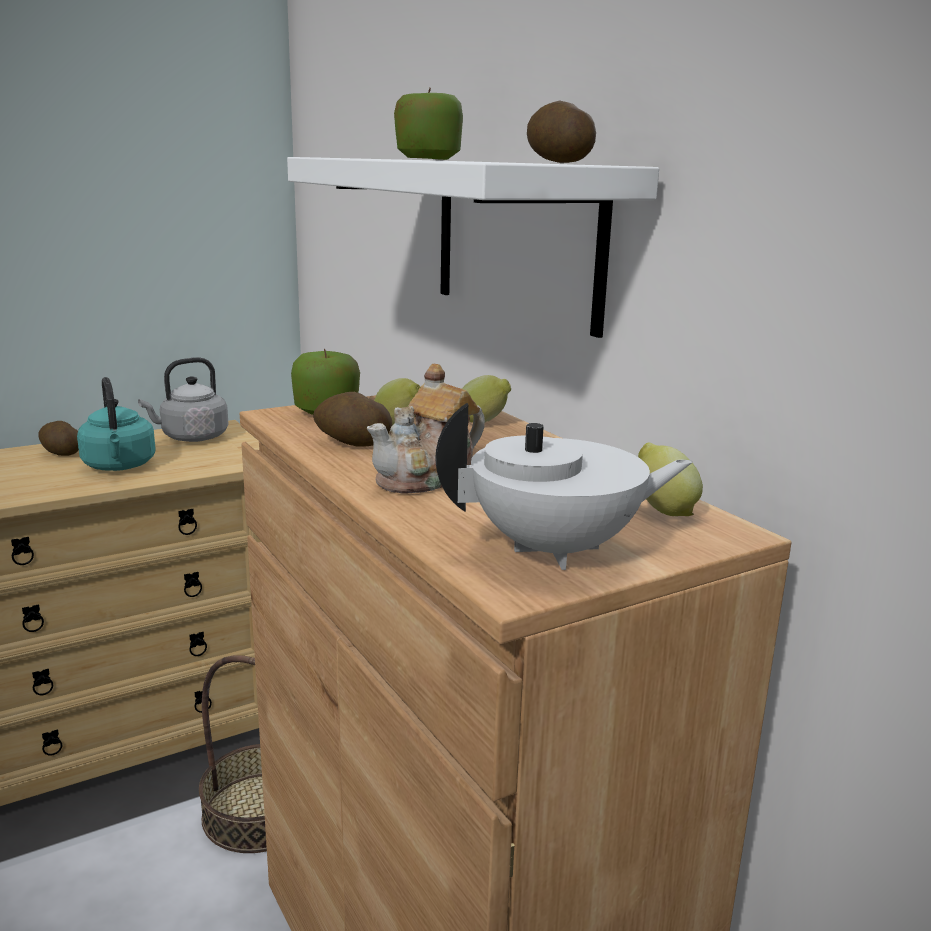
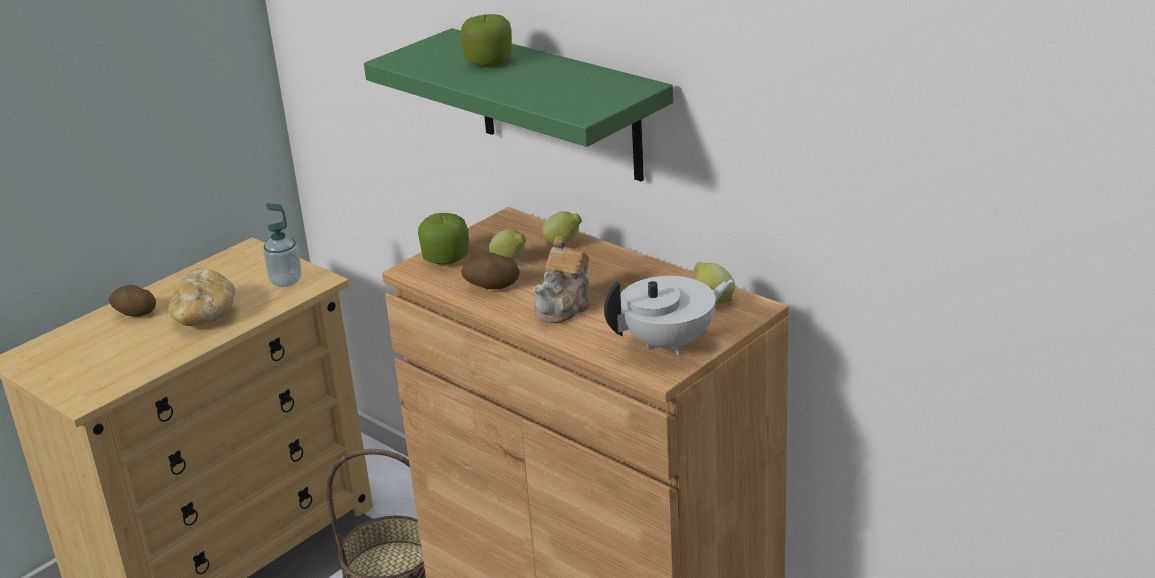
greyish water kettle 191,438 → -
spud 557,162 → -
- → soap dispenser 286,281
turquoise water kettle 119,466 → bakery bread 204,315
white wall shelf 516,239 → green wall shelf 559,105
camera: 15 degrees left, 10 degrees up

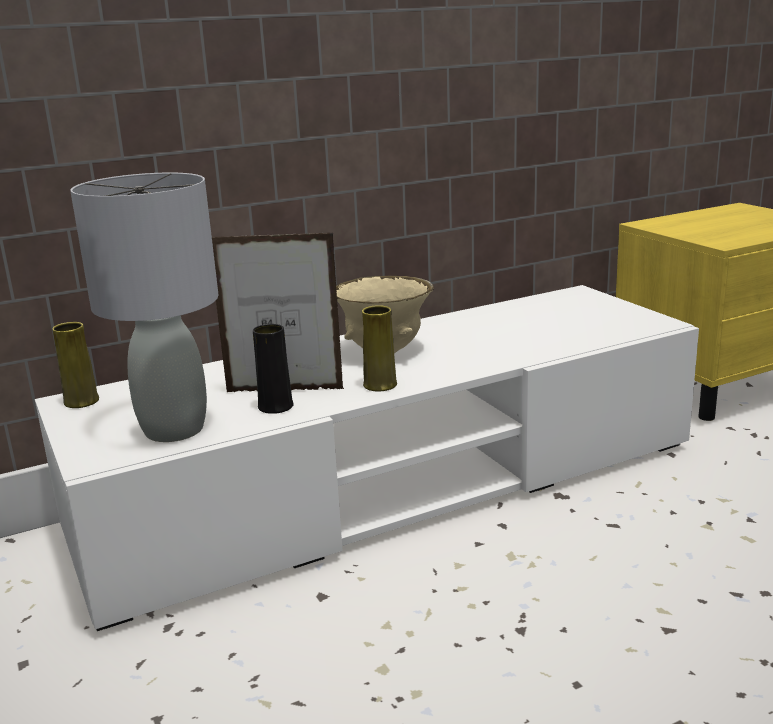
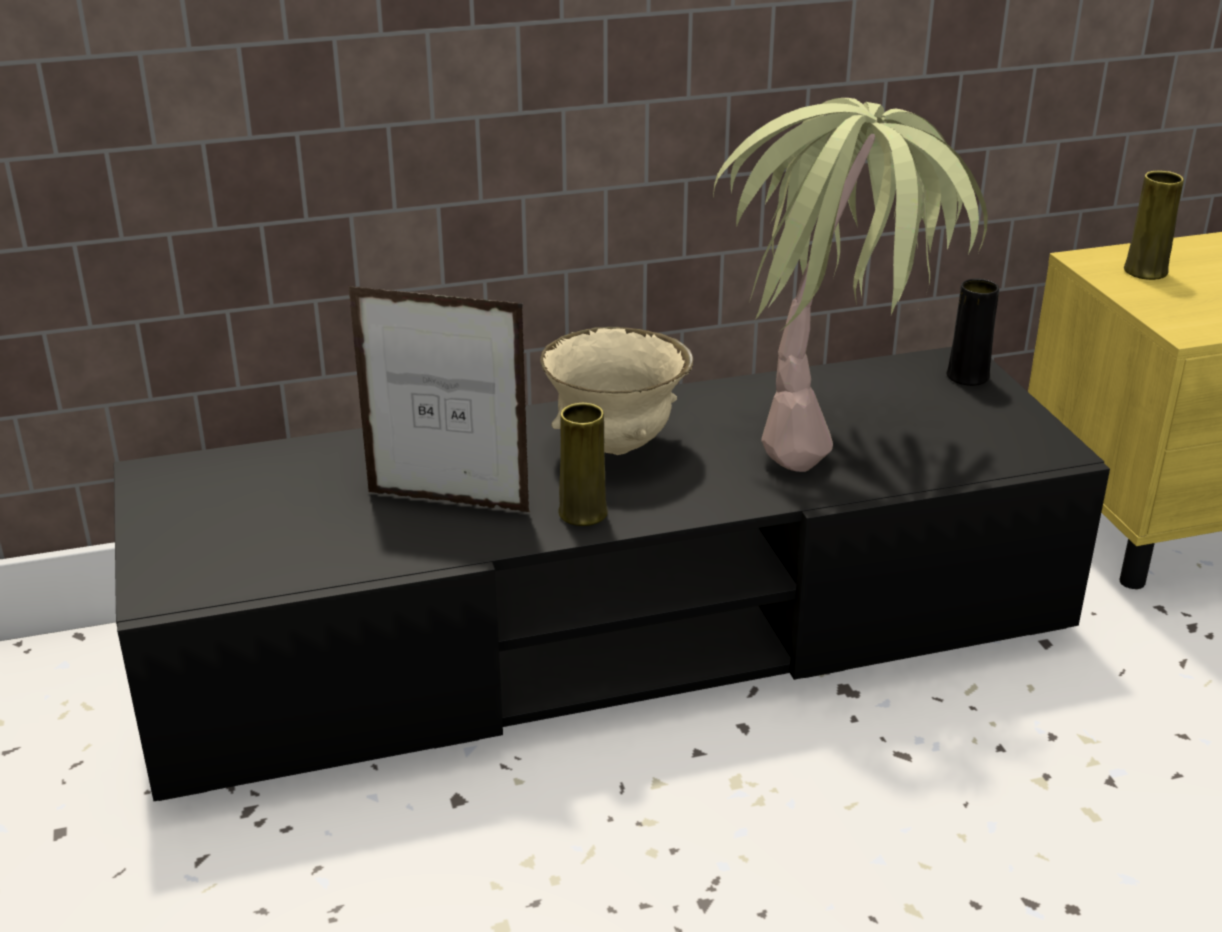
greyish table lamp 175,429 → -
- → plant in a pot 834,429
yellowish flower vase 81,401 → yellowish flower vase 1145,271, relocated
black flower vase 275,406 → black flower vase 967,376, relocated
white tv stand 392,486 → black tv stand 611,633
camera: 10 degrees right, 10 degrees up

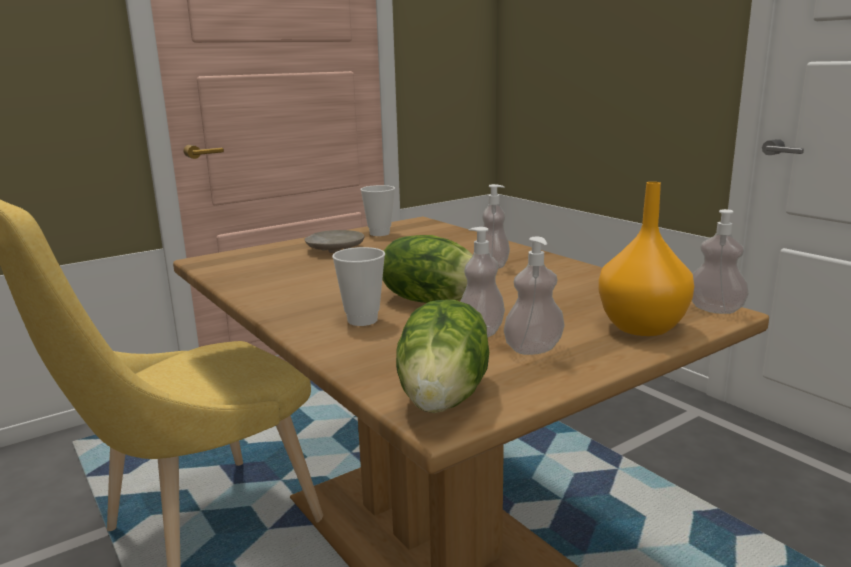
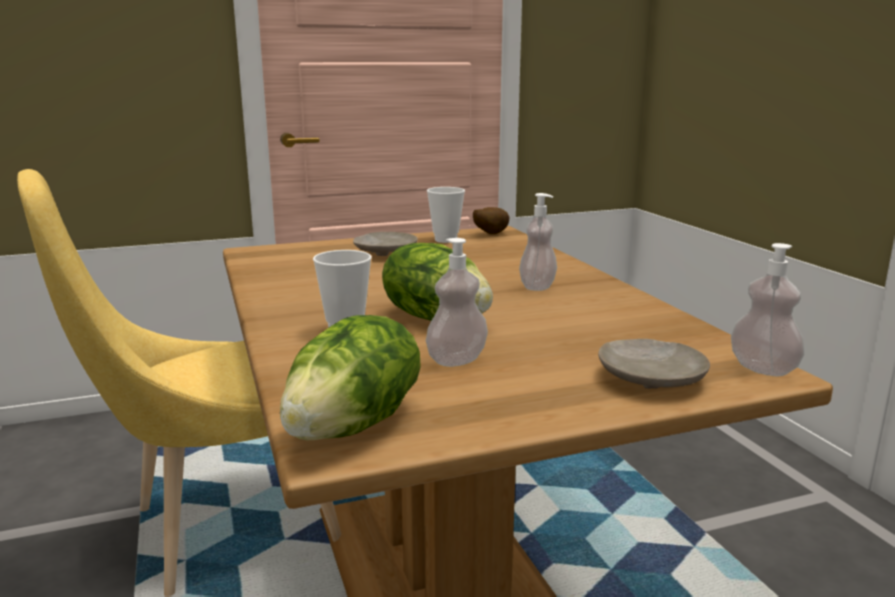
soap dispenser 533,349 → -
- → spud 489,234
orange-coloured flower vase 643,327 → sand-coloured flat dish 651,378
camera: 15 degrees right, 0 degrees up

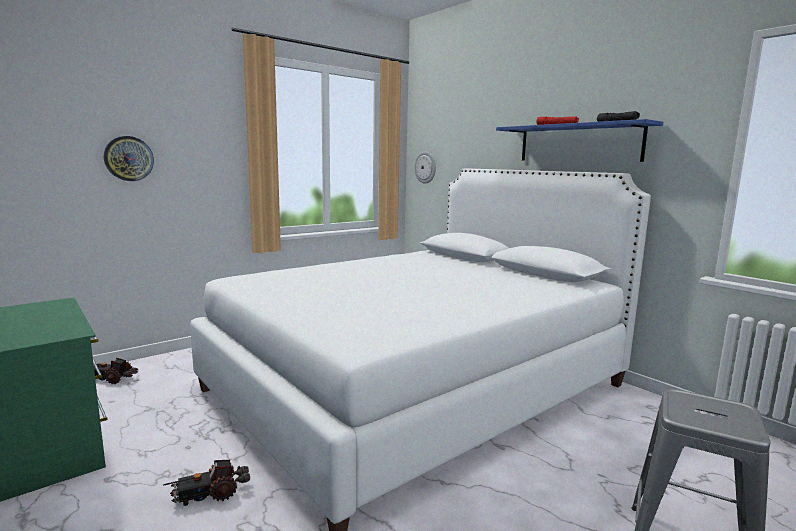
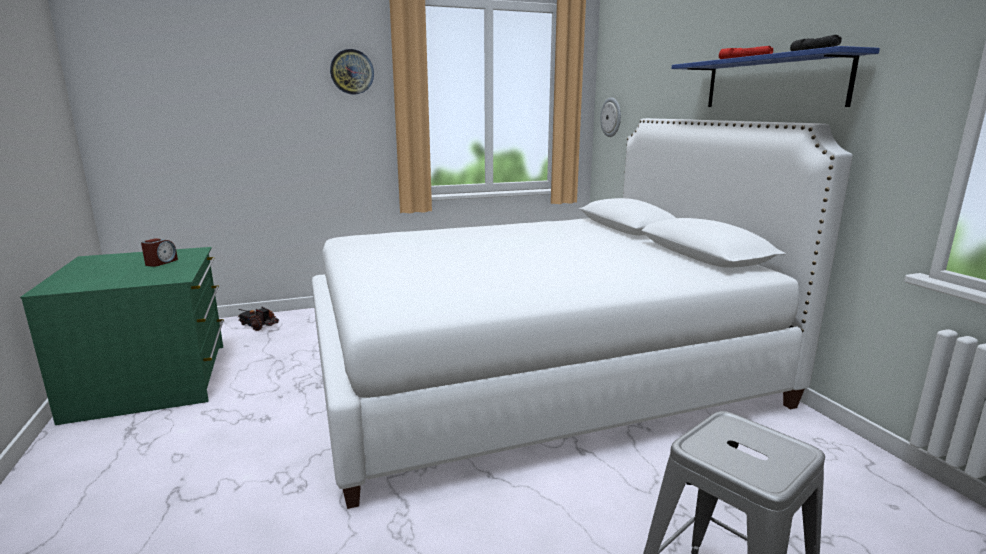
toy truck 210,494 → -
- → table clock 161,262
hanging clock 129,158 → hanging clock 352,72, relocated
camera: 20 degrees right, 5 degrees up

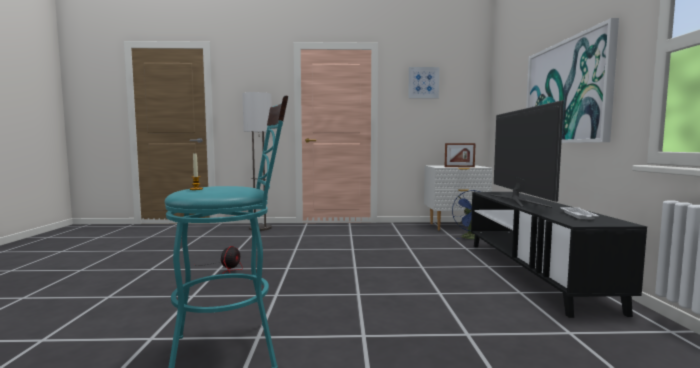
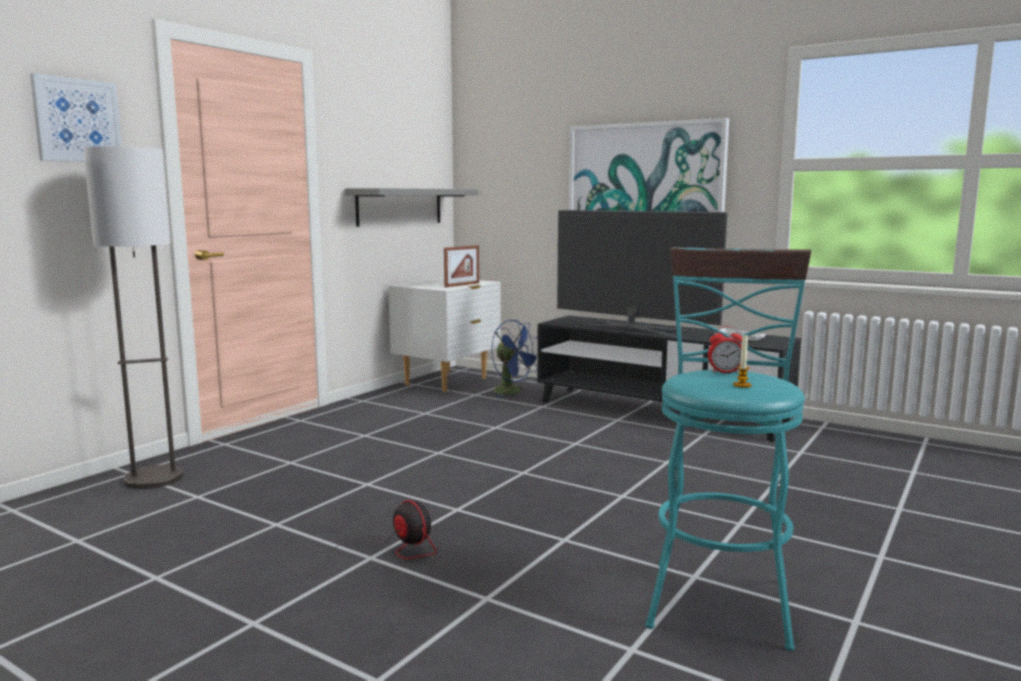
- → greyish wall shelf 400,206
- → table clock 725,372
picture 423,82 → picture 77,120, relocated
camera: 55 degrees left, 5 degrees up

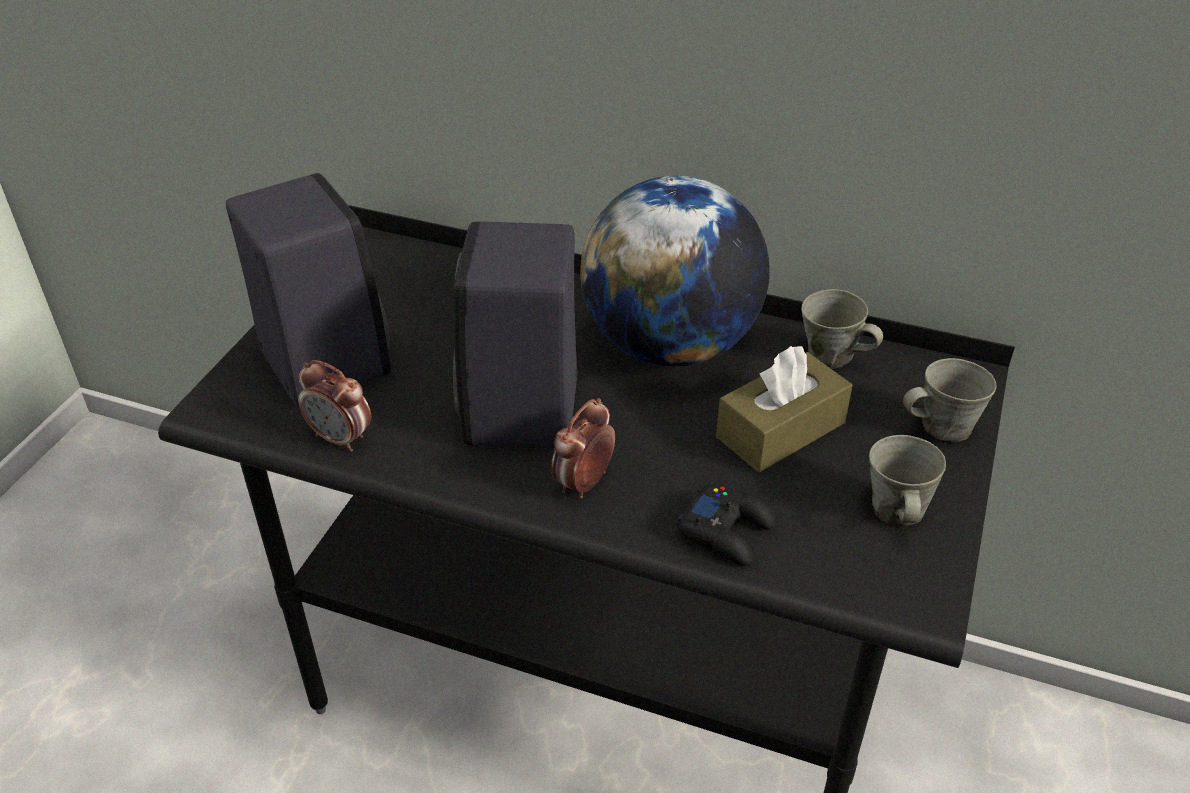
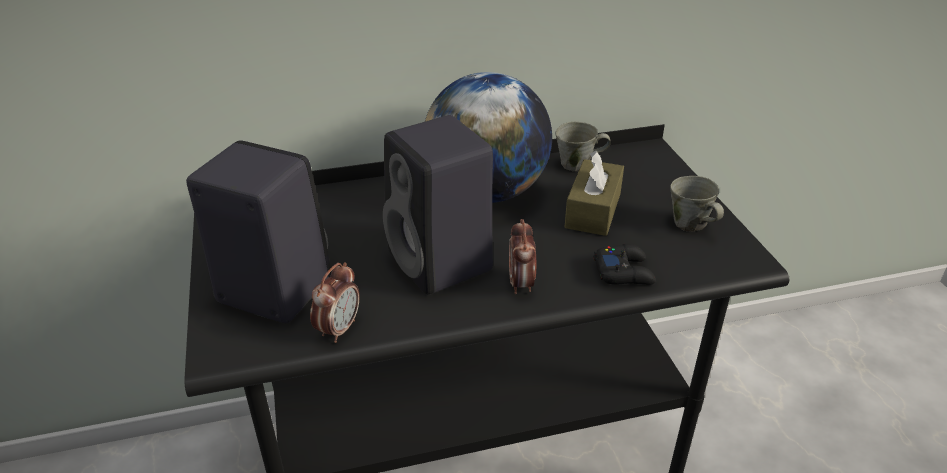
greyish mug 941,427 → -
table clock 341,438 → table clock 339,329, 60 degrees counterclockwise
camera: 35 degrees left, 5 degrees down

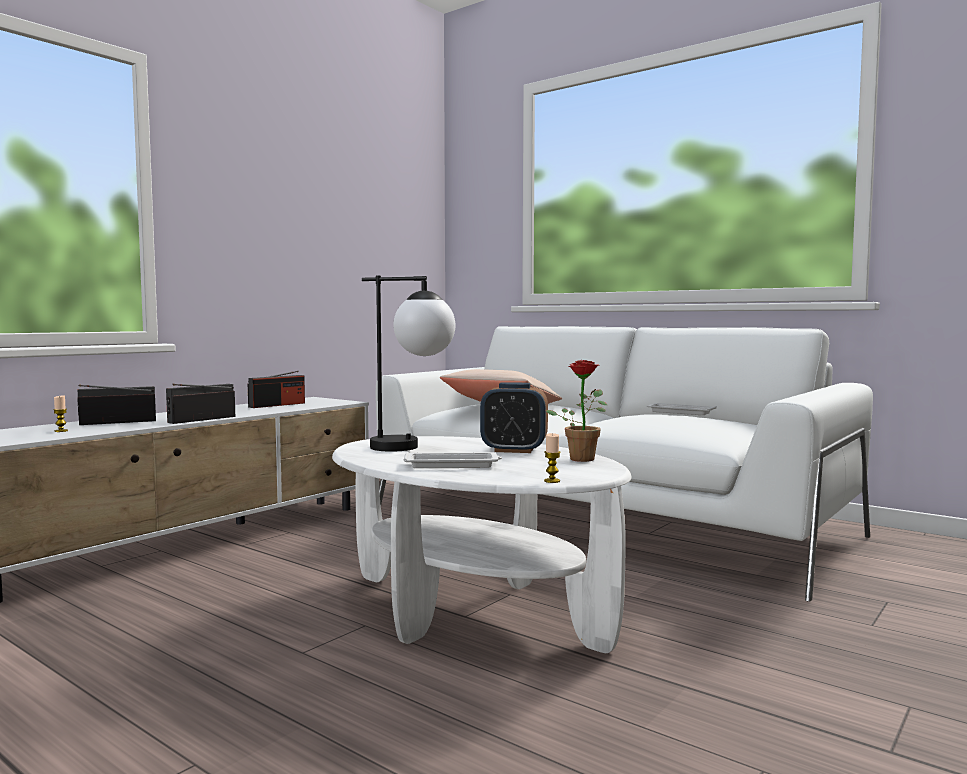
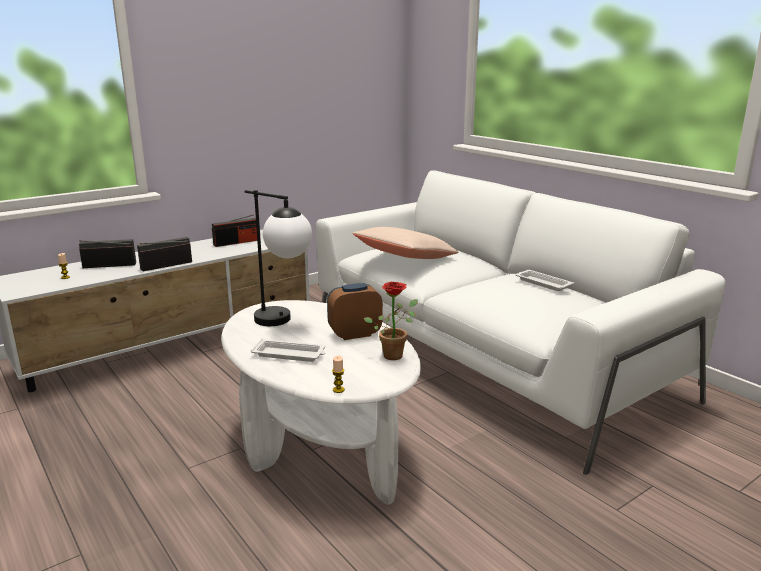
table clock 514,450 → table clock 355,334, 135 degrees clockwise
camera: 15 degrees right, 15 degrees up

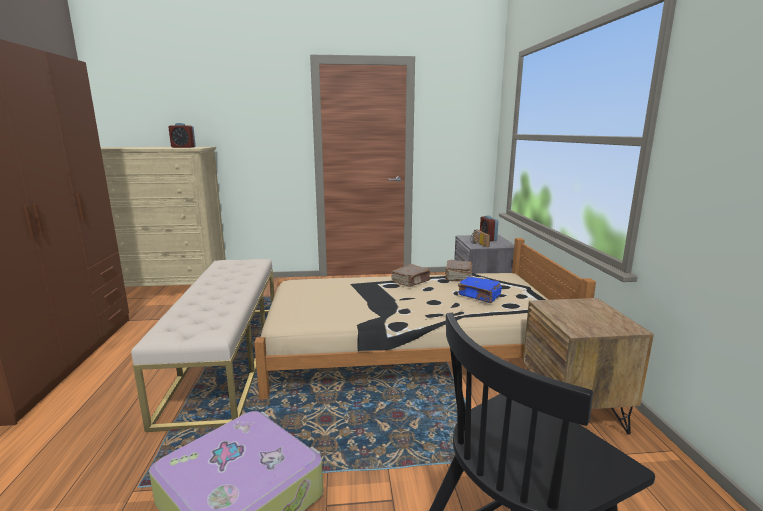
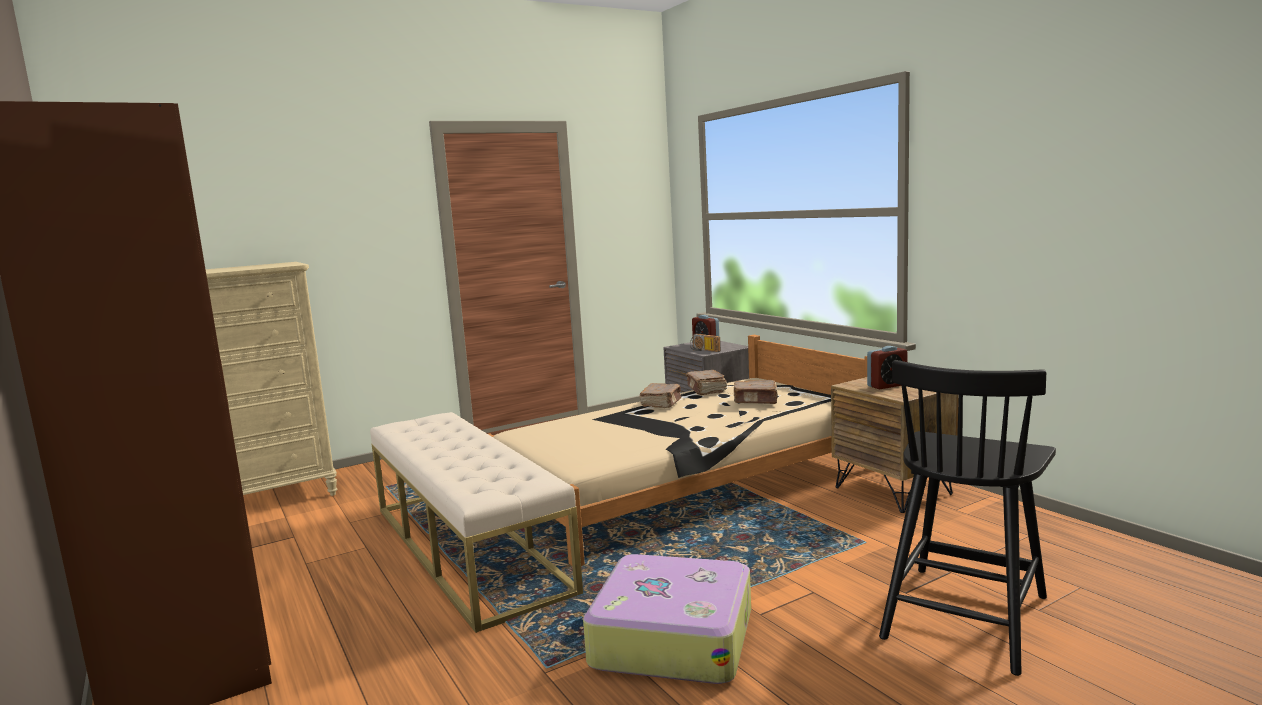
table clock 183,147 → table clock 887,385, relocated
blue book 479,296 → brown book 756,401
camera: 25 degrees left, 5 degrees down

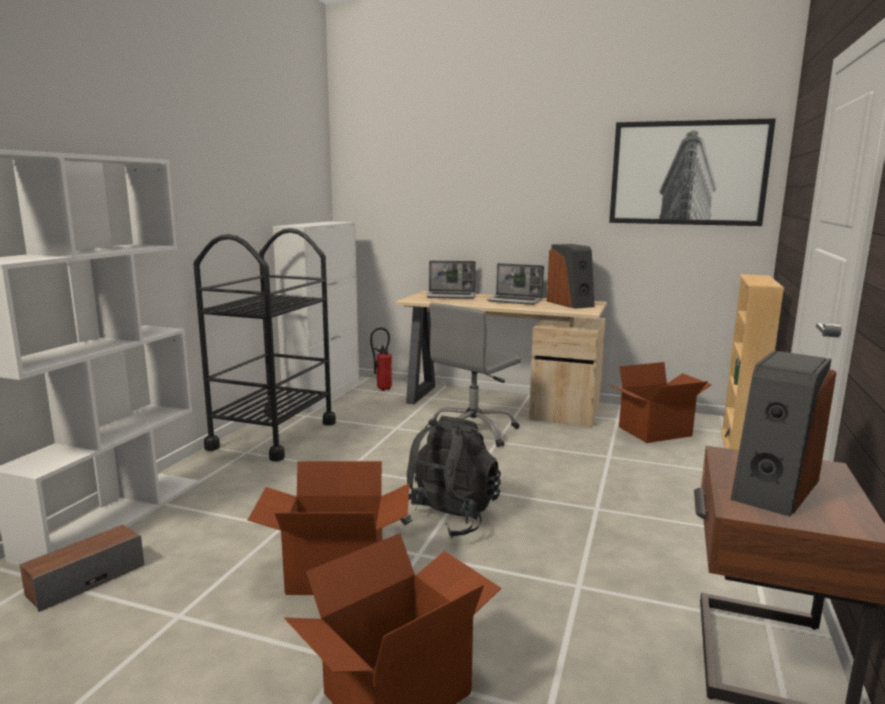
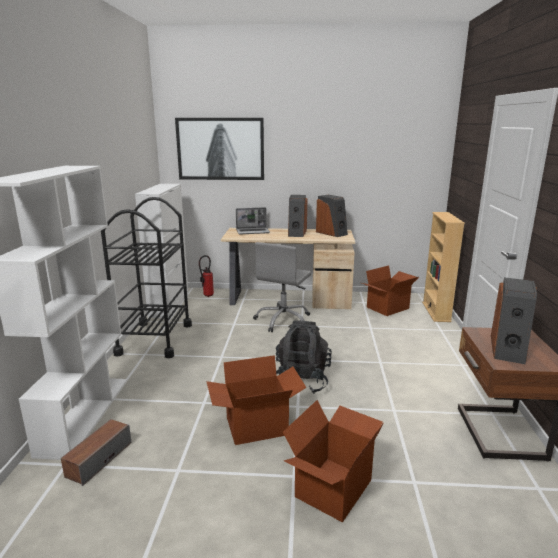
picture 687,173 → picture 220,149, relocated
notebook computer 515,301 → loudspeaker 296,233
camera: 15 degrees left, 5 degrees up

